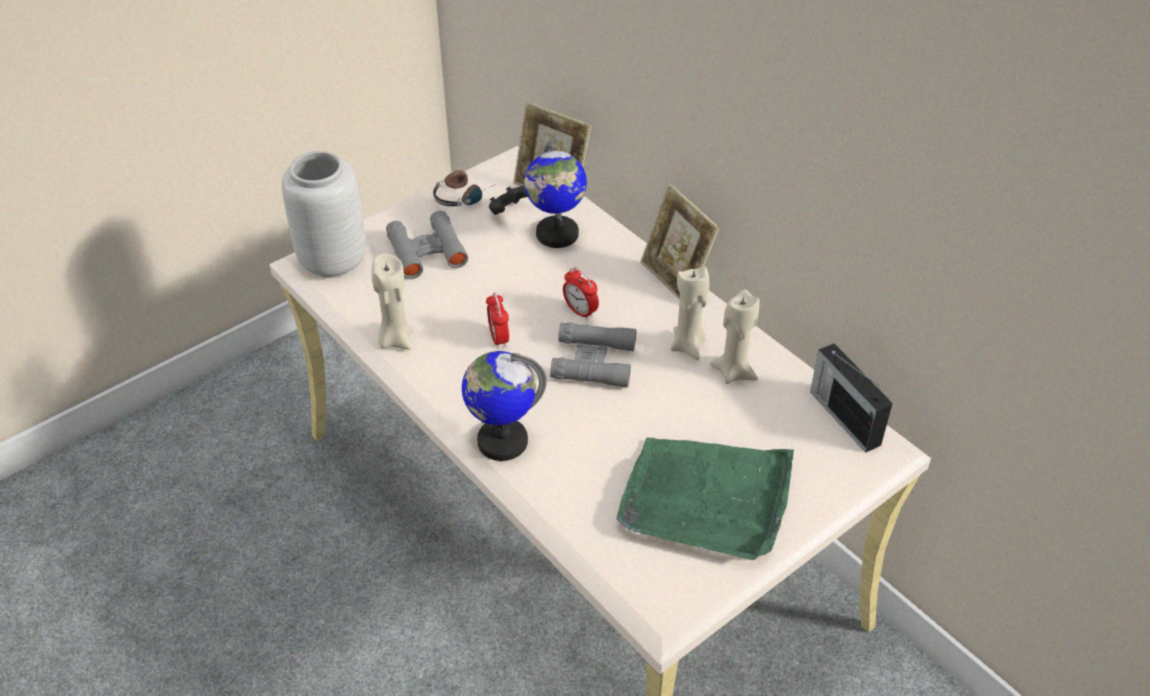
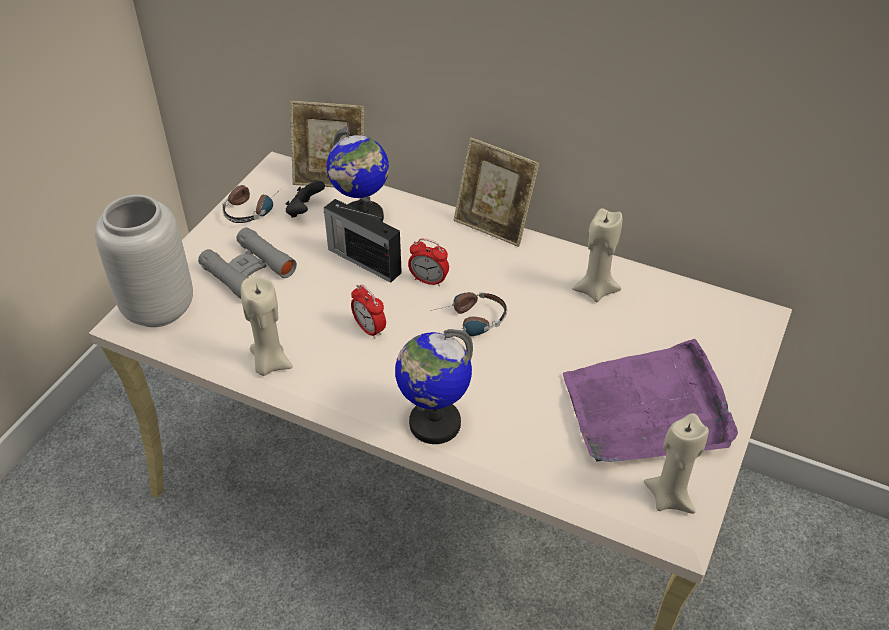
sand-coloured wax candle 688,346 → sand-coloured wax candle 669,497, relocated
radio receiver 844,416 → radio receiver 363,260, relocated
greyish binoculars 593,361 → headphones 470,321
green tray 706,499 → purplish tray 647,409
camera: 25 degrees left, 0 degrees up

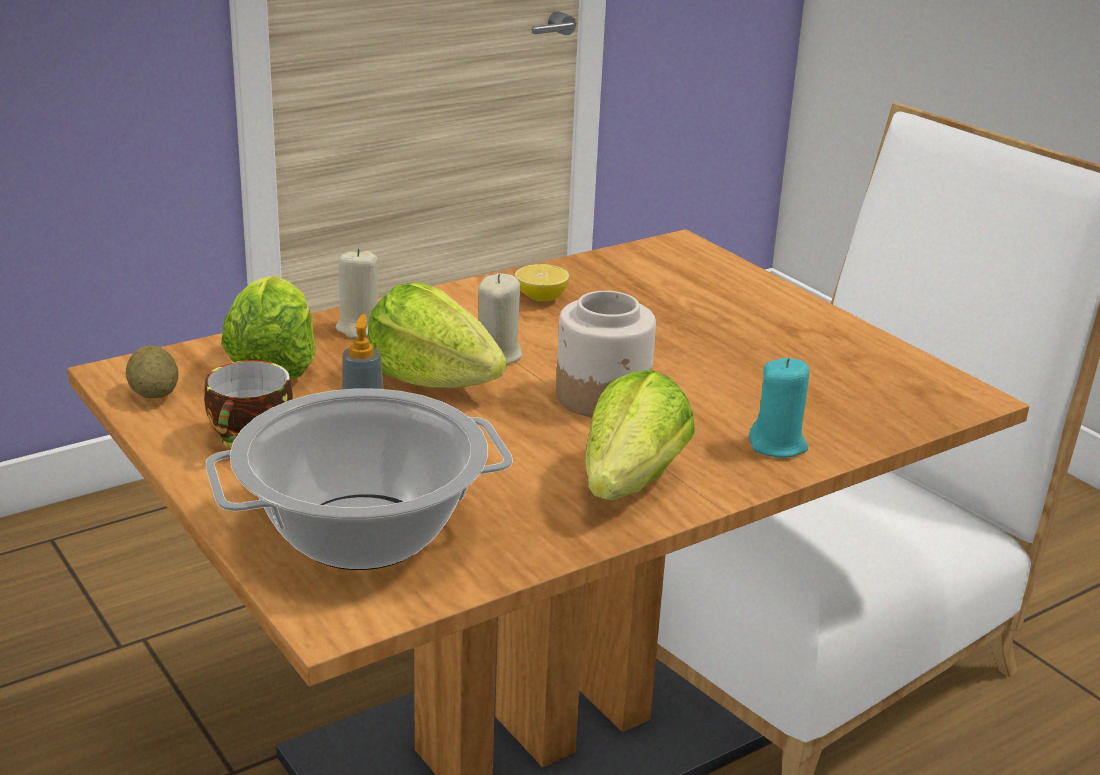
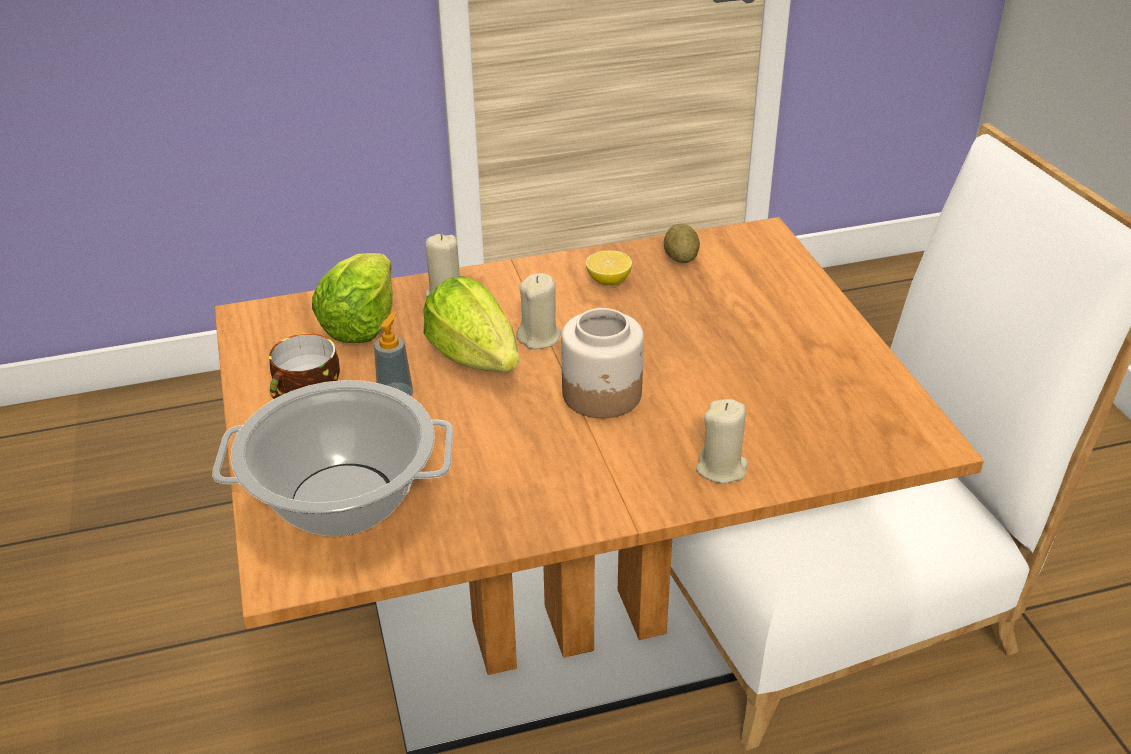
lettuce head 630,482 → -
spud 154,394 → spud 681,258, relocated
turquoise wax candle 778,445 → sand-coloured wax candle 722,468
camera: 20 degrees right, 10 degrees up

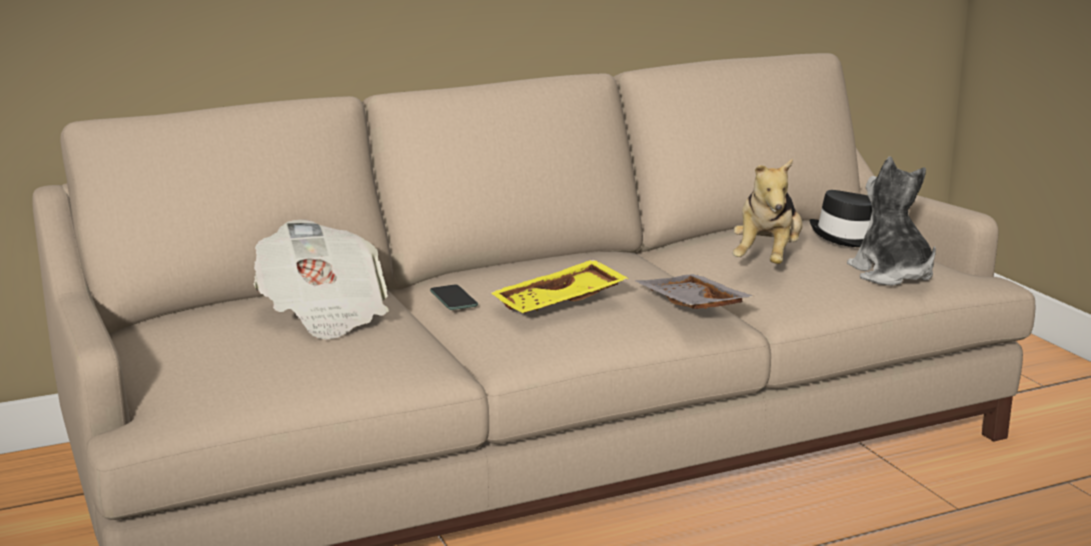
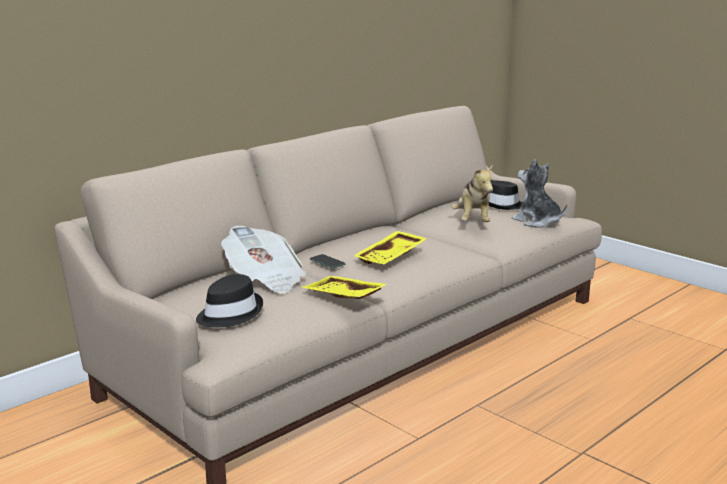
greyish tray 689,306 → -
- → black hat 229,313
- → yellowish tray 343,297
camera: 20 degrees left, 0 degrees up

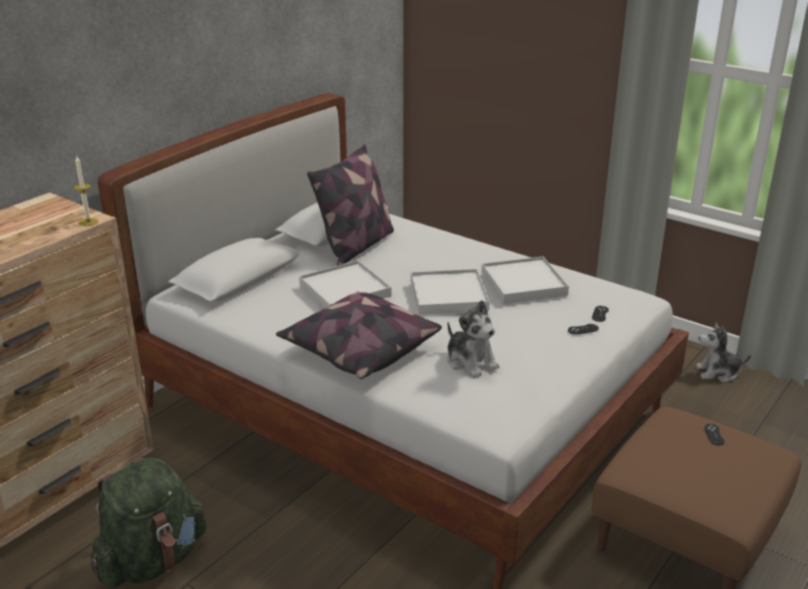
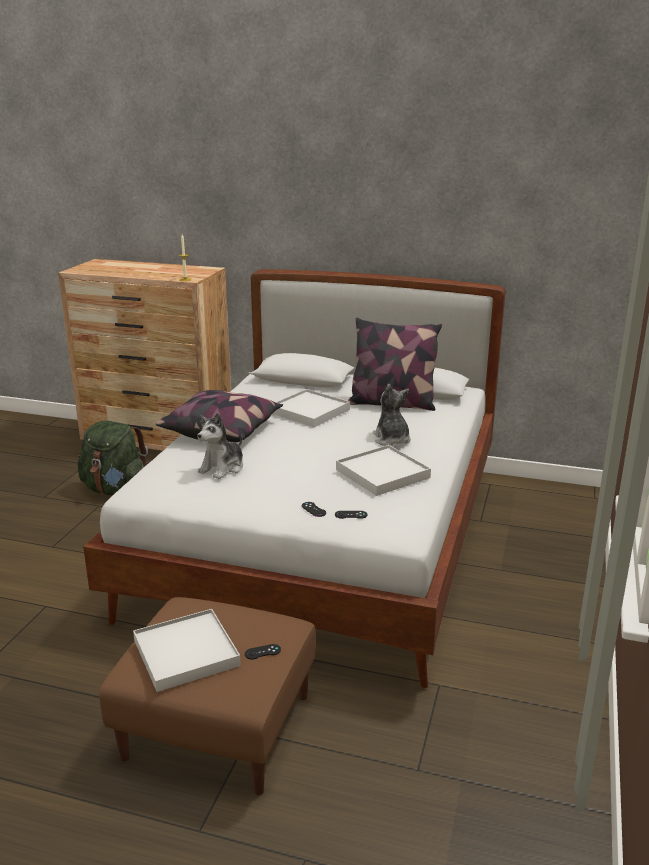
white tray 449,295 → white tray 186,653, relocated
plush toy 718,373 → plush toy 391,439, relocated
camera: 70 degrees right, 5 degrees down

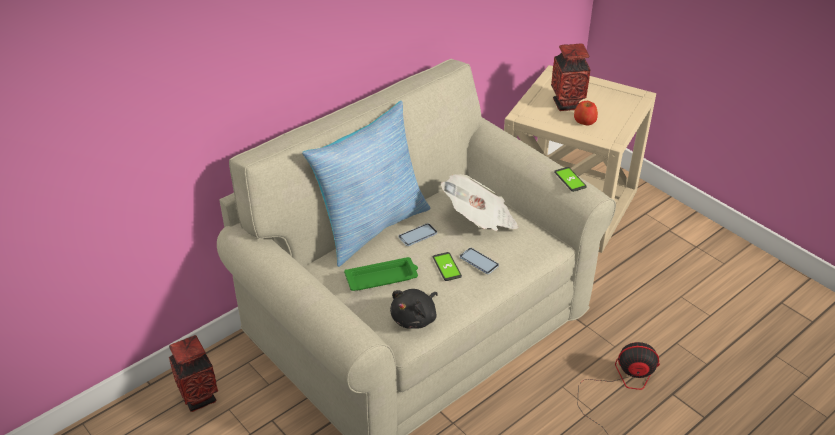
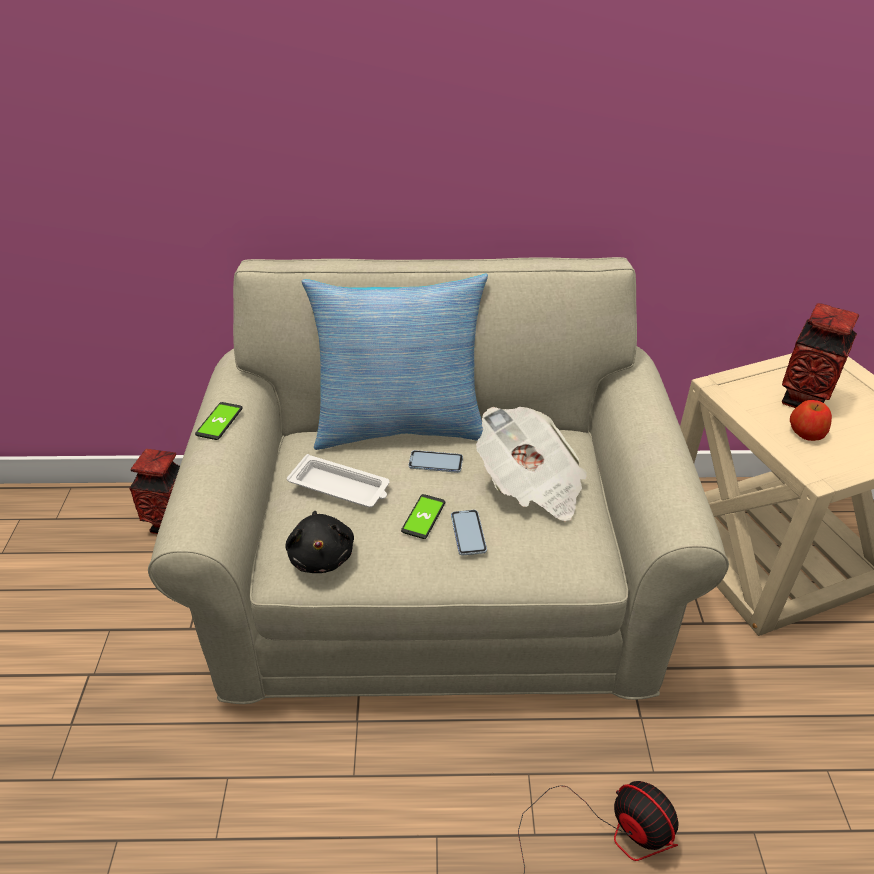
handset 570,180 → handset 219,421, relocated
green tray 382,278 → white tray 341,487
black plush toy 415,318 → black plush toy 322,555, 90 degrees counterclockwise
camera: 40 degrees right, 0 degrees up

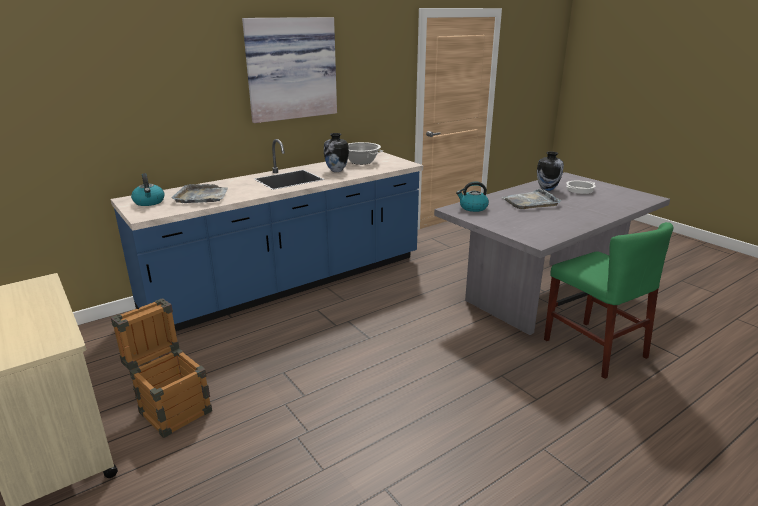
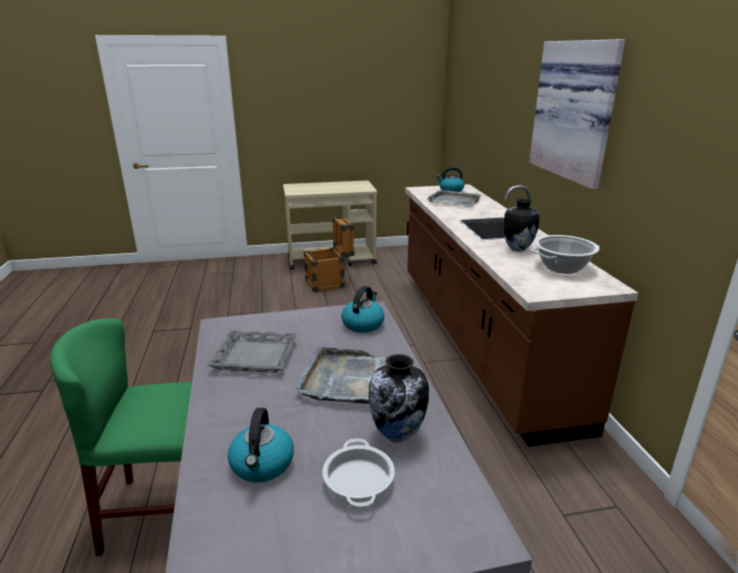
- → greyish tray 255,356
- → water kettle 262,464
blue counter 290,284 → brown counter 478,340
camera: 115 degrees right, 0 degrees up

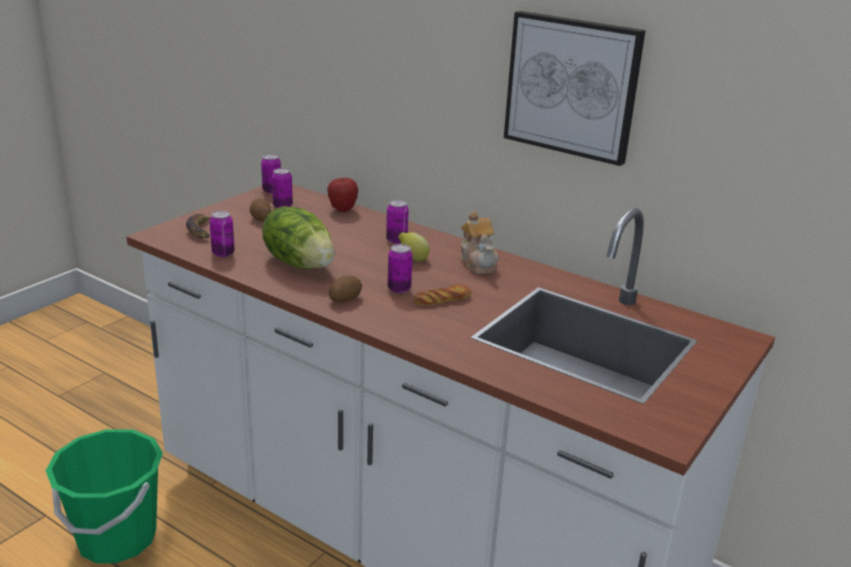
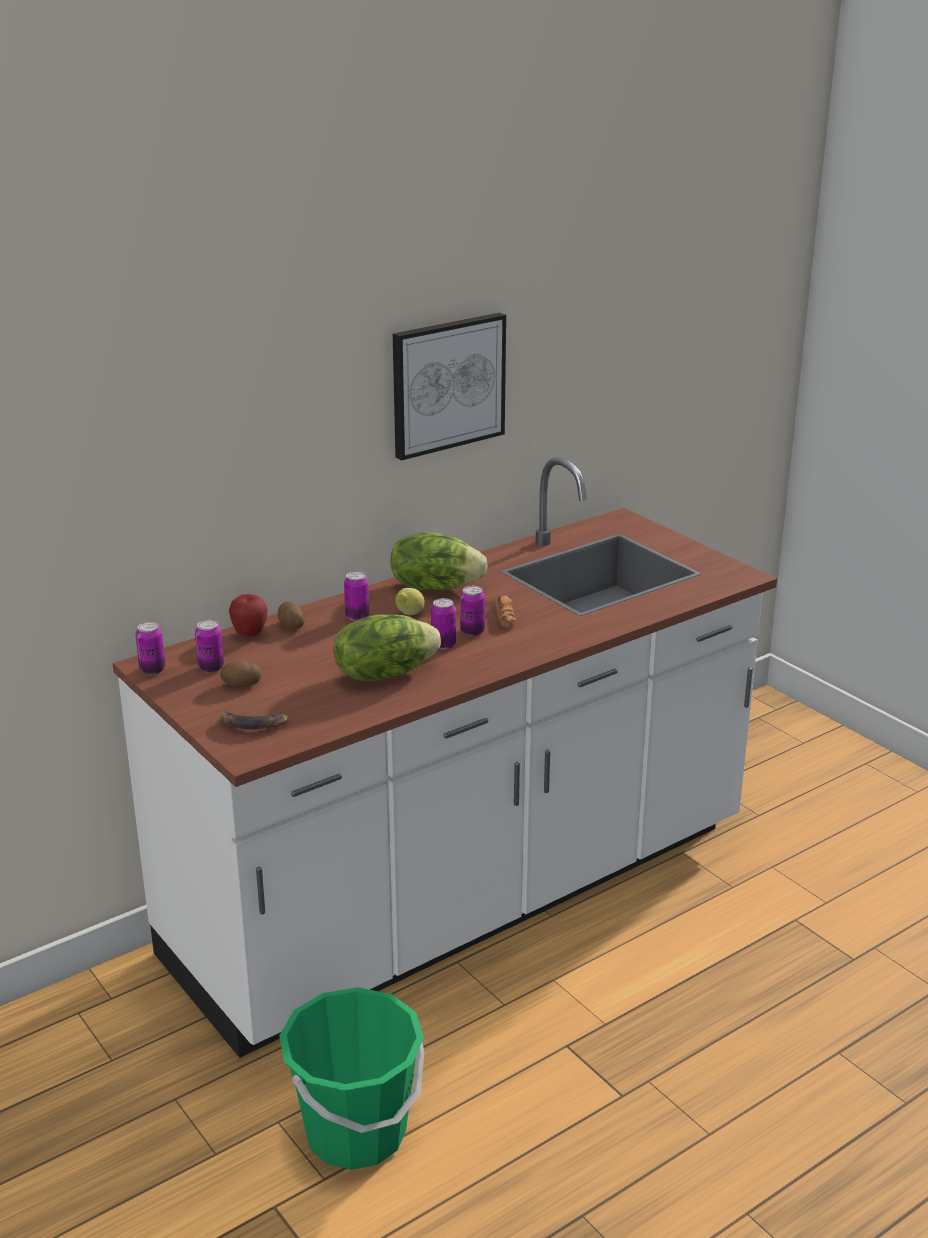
metal can 223,253 → metal can 443,645, relocated
spud 344,298 → spud 291,625, relocated
pot for tea 478,263 → lettuce head 435,586
camera: 70 degrees left, 0 degrees up

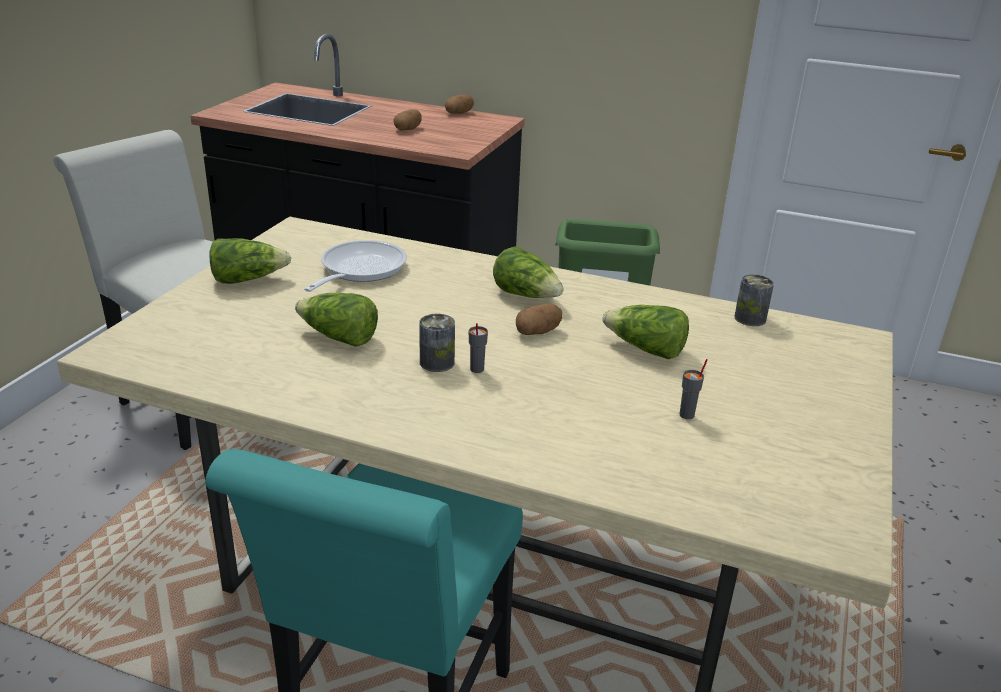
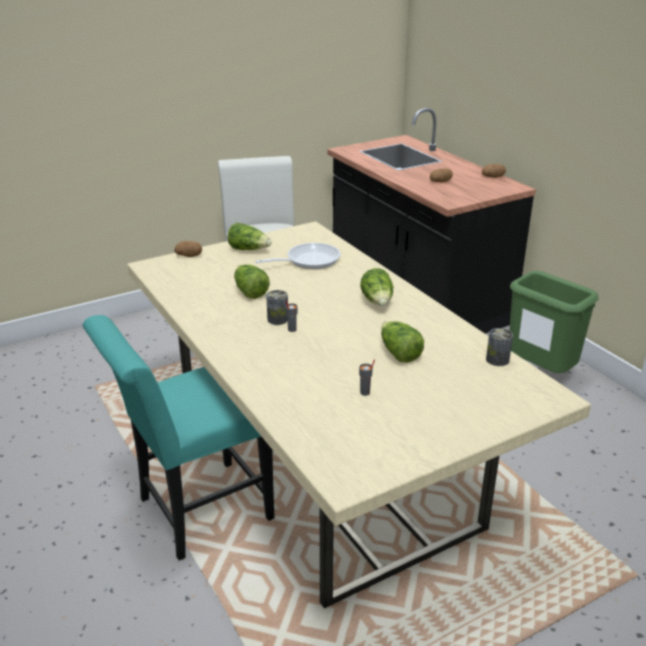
spud 538,332 → spud 189,256, relocated
camera: 40 degrees right, 0 degrees up

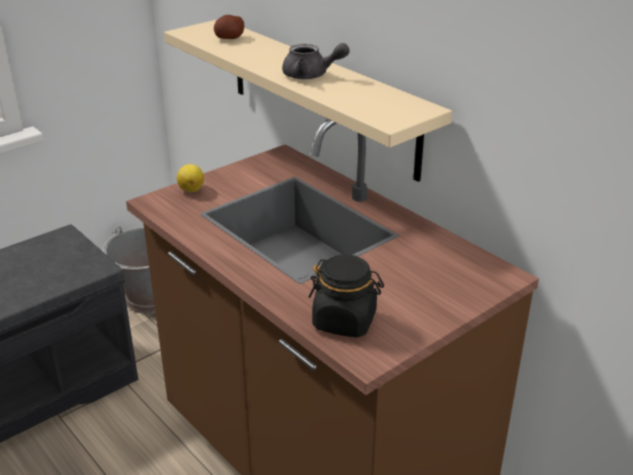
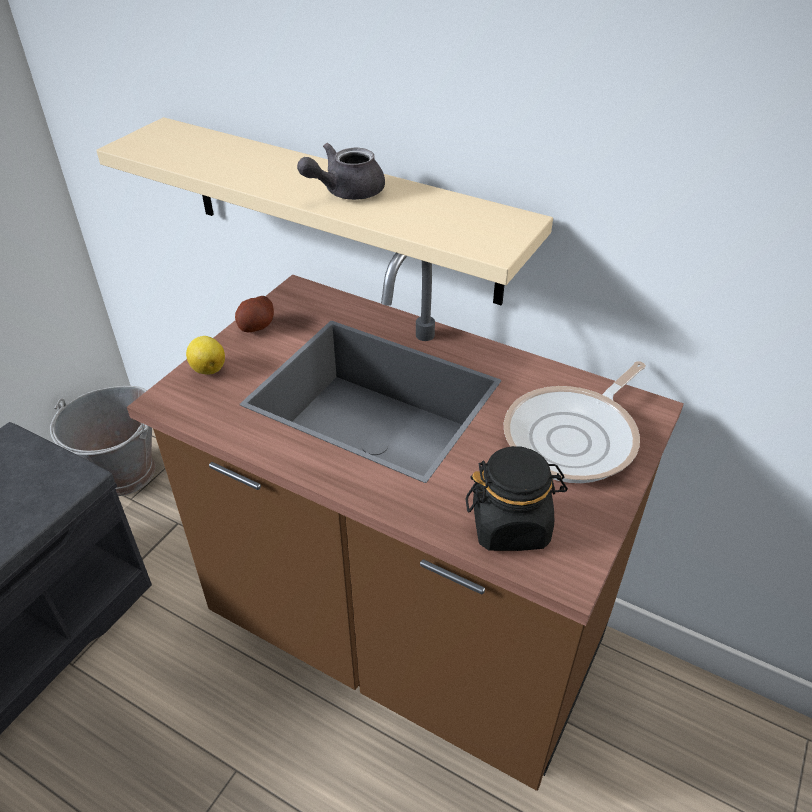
- → pan 575,437
spud 229,38 → spud 256,326, relocated
greyish pot for tea 311,75 → greyish pot for tea 345,192, 150 degrees clockwise
camera: 20 degrees left, 10 degrees up

